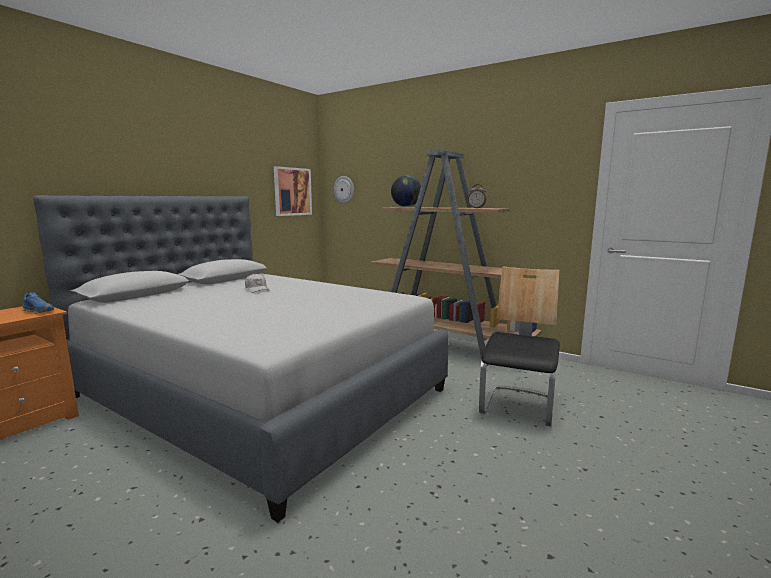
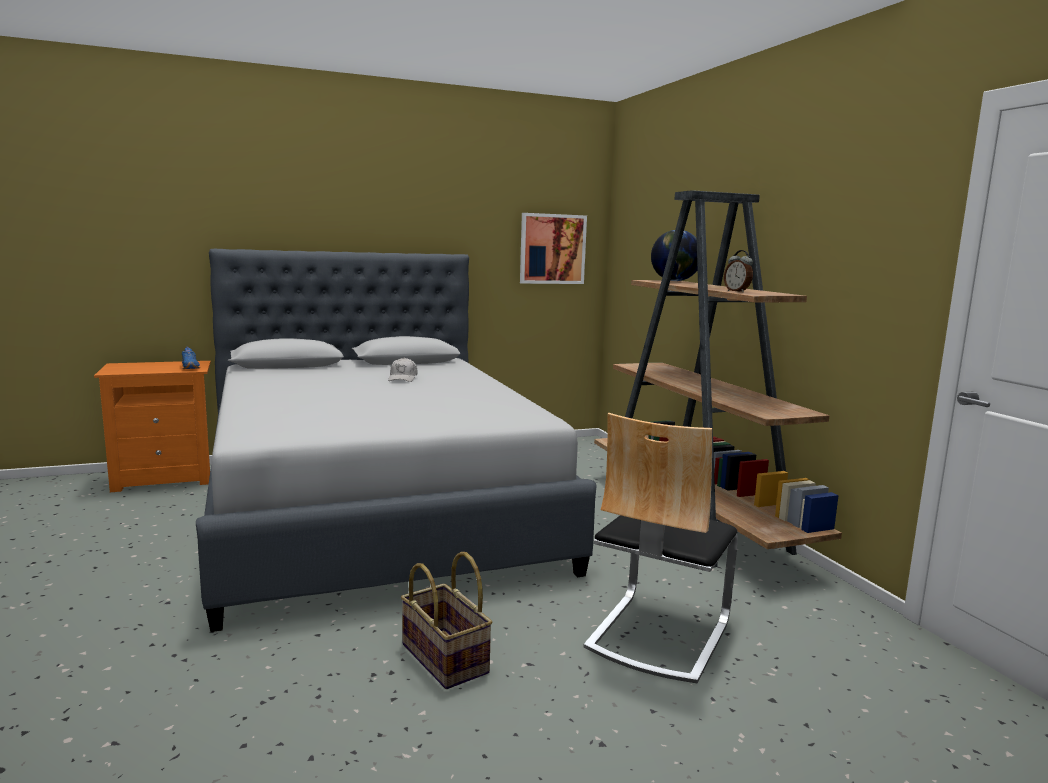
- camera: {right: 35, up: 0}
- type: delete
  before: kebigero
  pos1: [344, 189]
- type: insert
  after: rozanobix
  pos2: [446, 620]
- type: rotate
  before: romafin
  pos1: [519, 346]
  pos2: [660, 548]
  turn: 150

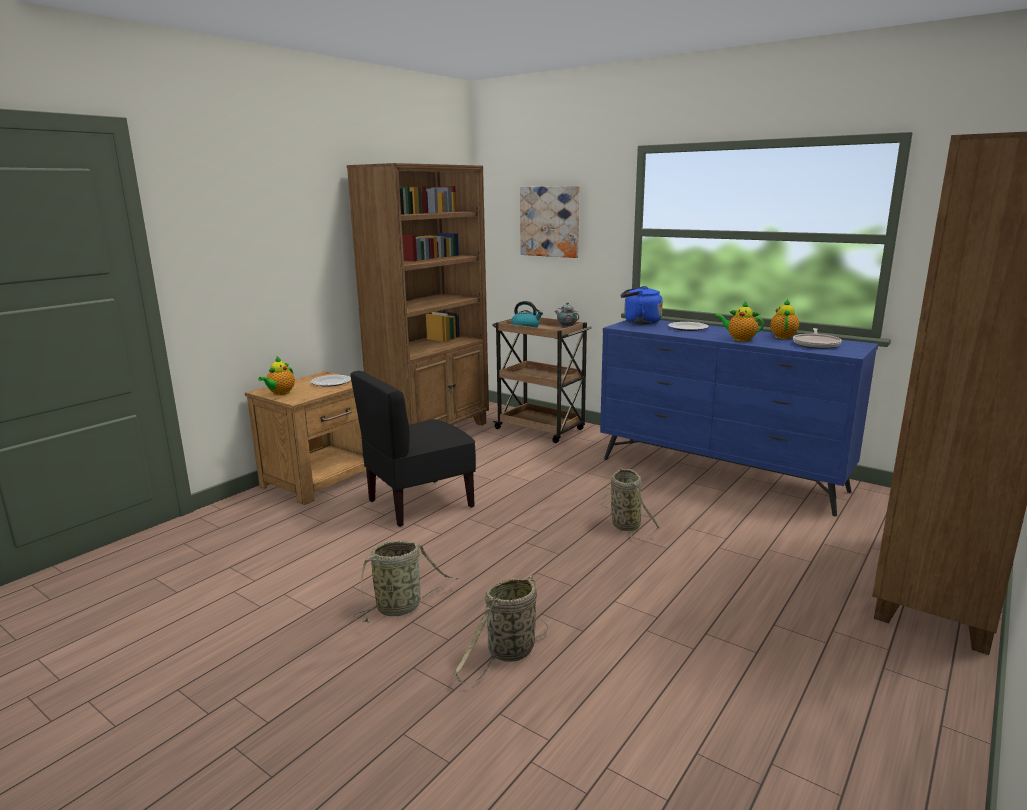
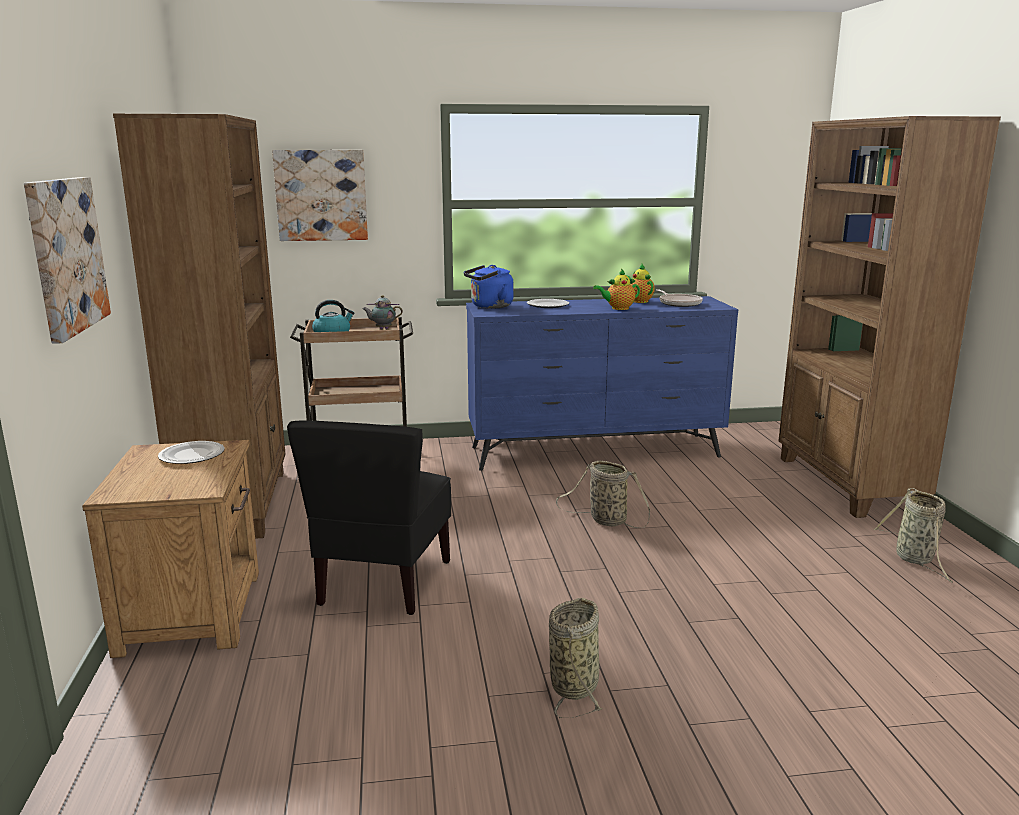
- camera: {right: -45, up: 0}
- type: delete
  before: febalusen
  pos1: [276, 375]
- type: insert
  after: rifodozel
  pos2: [67, 260]
- type: move
  before: rozanobix
  pos1: [500, 630]
  pos2: [914, 535]

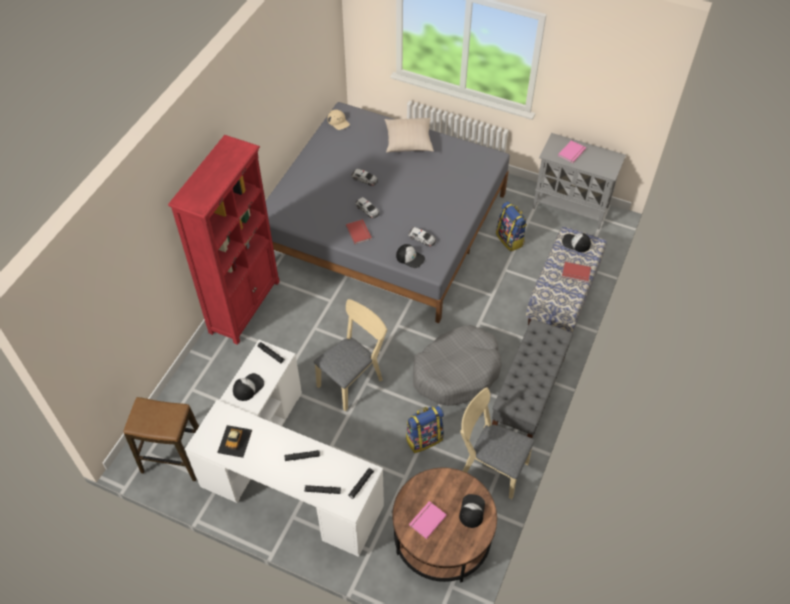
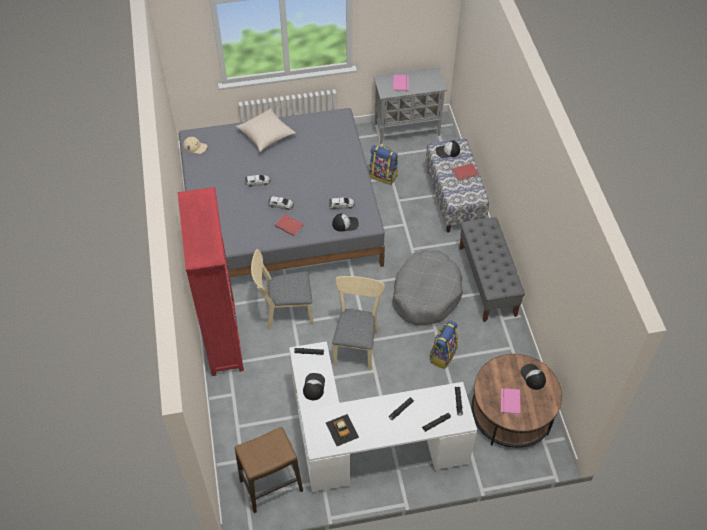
- camera: {right: -35, up: 0}
- type: move
  before: romafin (beige)
  pos1: [497, 443]
  pos2: [282, 289]

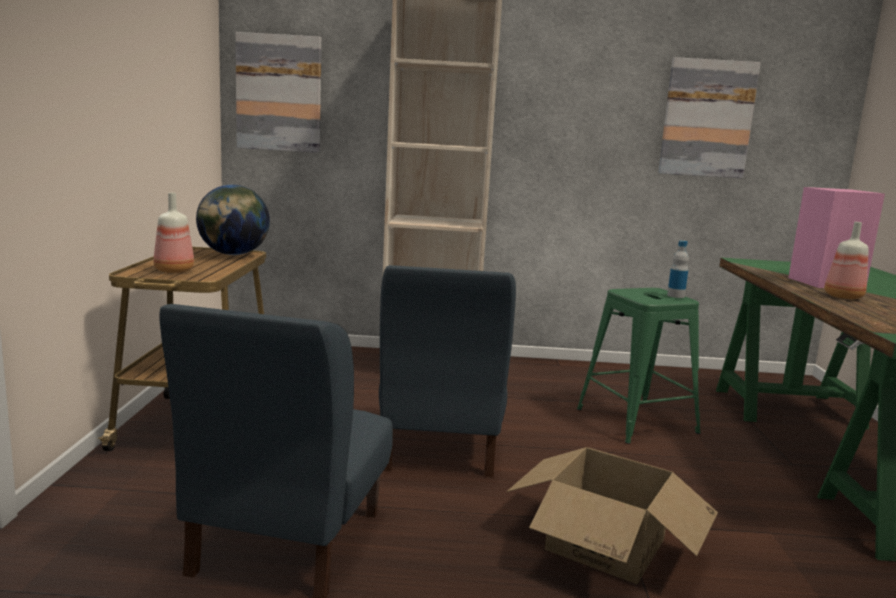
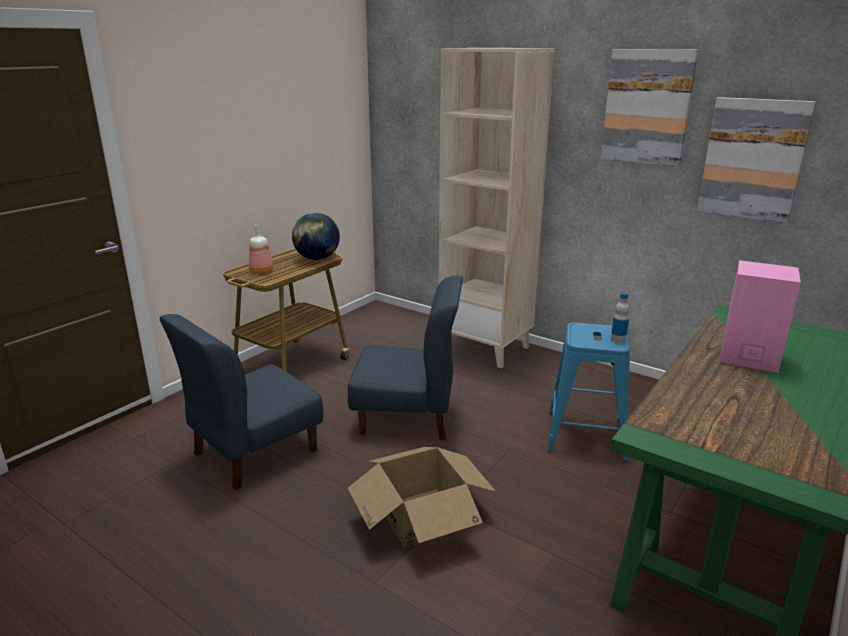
- camera: {right: 35, up: 10}
- type: delete
  before: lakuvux
  pos1: [846, 260]
- type: move
  before: rifodozel
  pos1: [278, 92]
  pos2: [649, 108]
- type: recolor
  before: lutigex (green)
  after: lutigex (blue)
  pos1: [639, 366]
  pos2: [588, 392]
- type: rotate
  before: romafin (blue)
  pos1: [447, 371]
  pos2: [405, 358]
  turn: -120

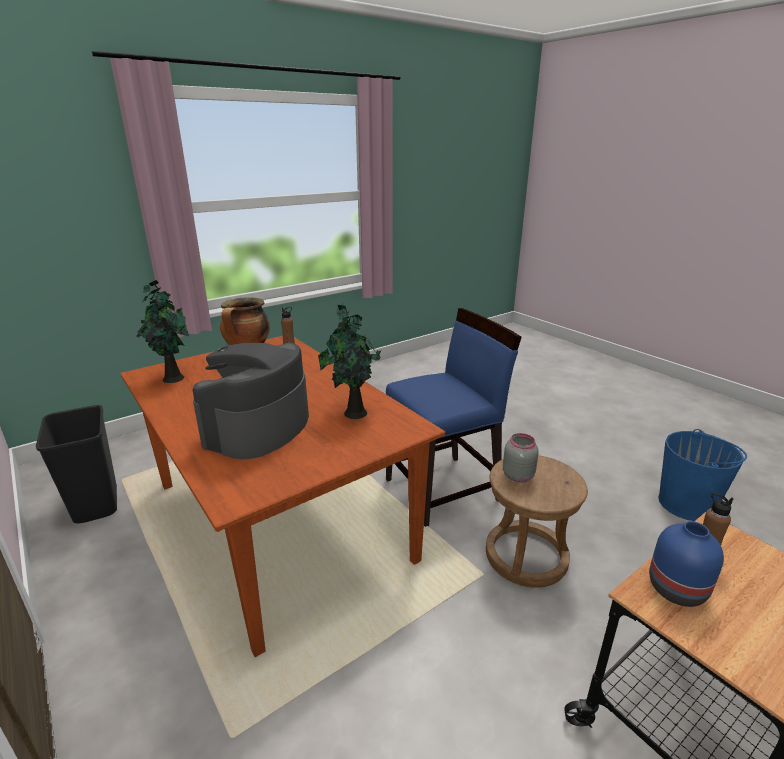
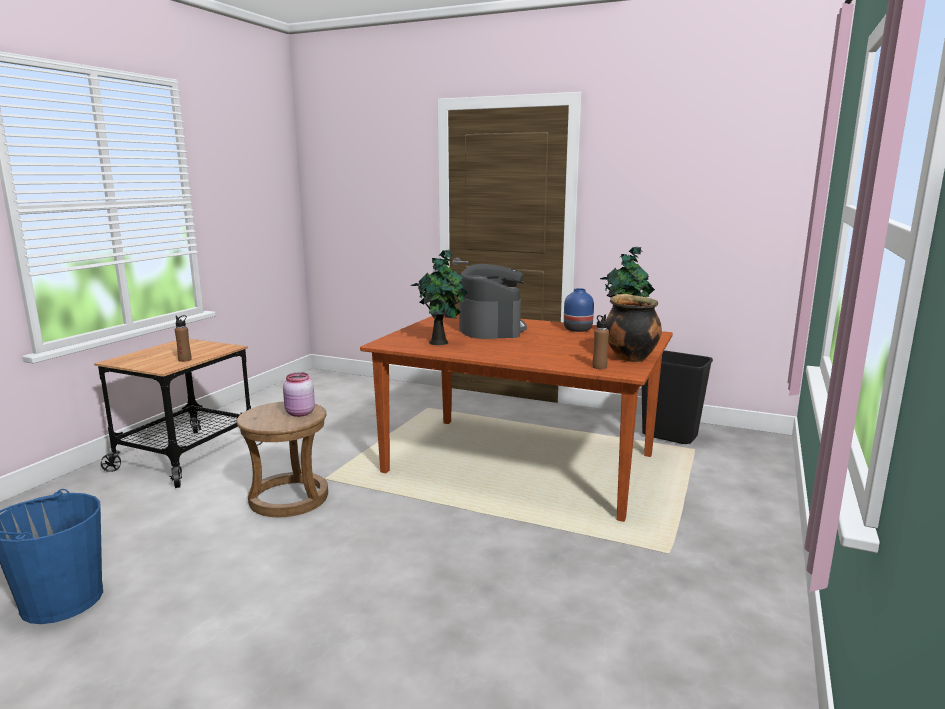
- camera: {right: 150, up: -10}
- type: delete
  before: romafin (blue)
  pos1: [453, 417]
- type: move
  before: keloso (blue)
  pos1: [686, 564]
  pos2: [579, 310]
- type: recolor
  before: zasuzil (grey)
  after: zasuzil (pink)
  pos1: [521, 457]
  pos2: [299, 394]

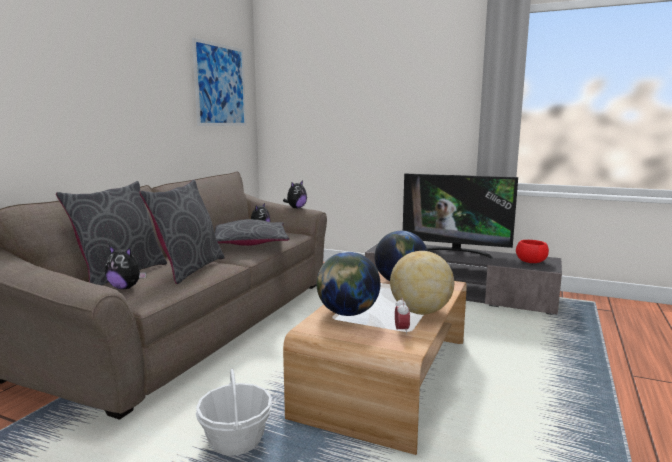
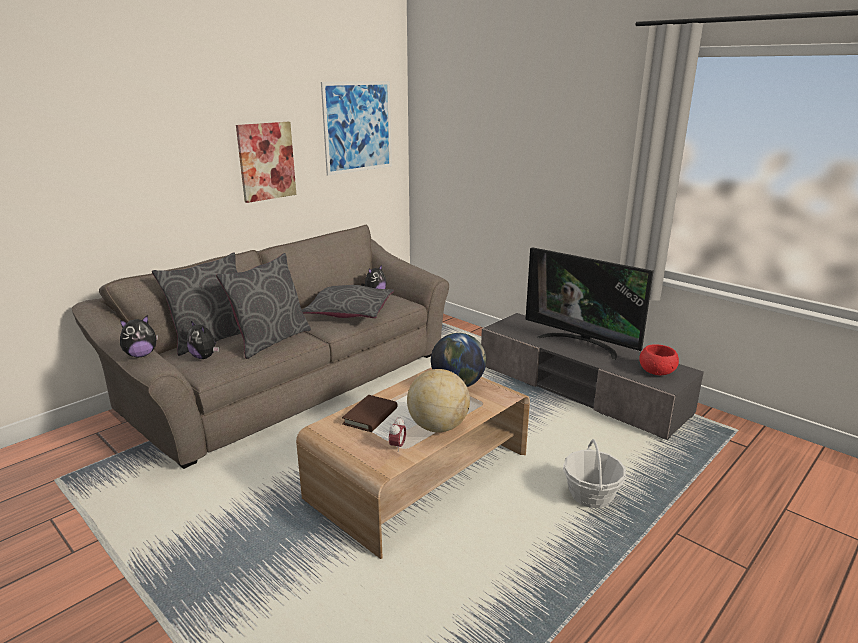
- camera: {right: 20, up: 10}
- type: insert
  after: rifodozel
  pos2: [266, 162]
- type: move
  before: rozanobix
  pos1: [234, 412]
  pos2: [594, 473]
- type: move
  before: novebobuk
  pos1: [295, 194]
  pos2: [139, 336]
- type: replace
  before: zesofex
  after: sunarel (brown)
  pos1: [348, 284]
  pos2: [370, 413]

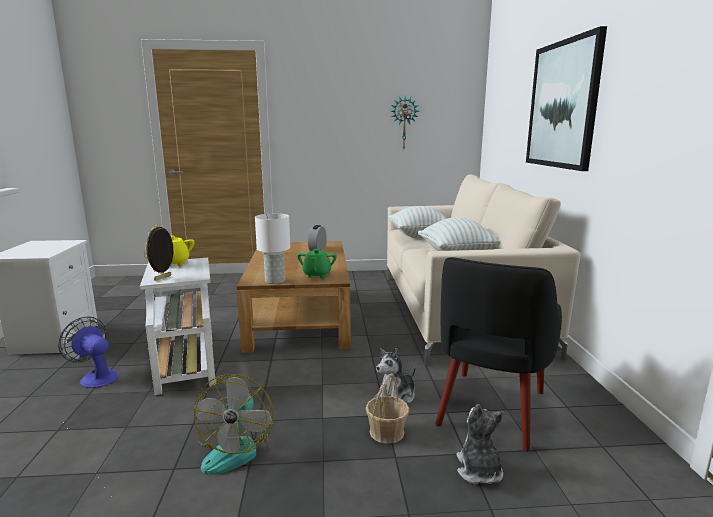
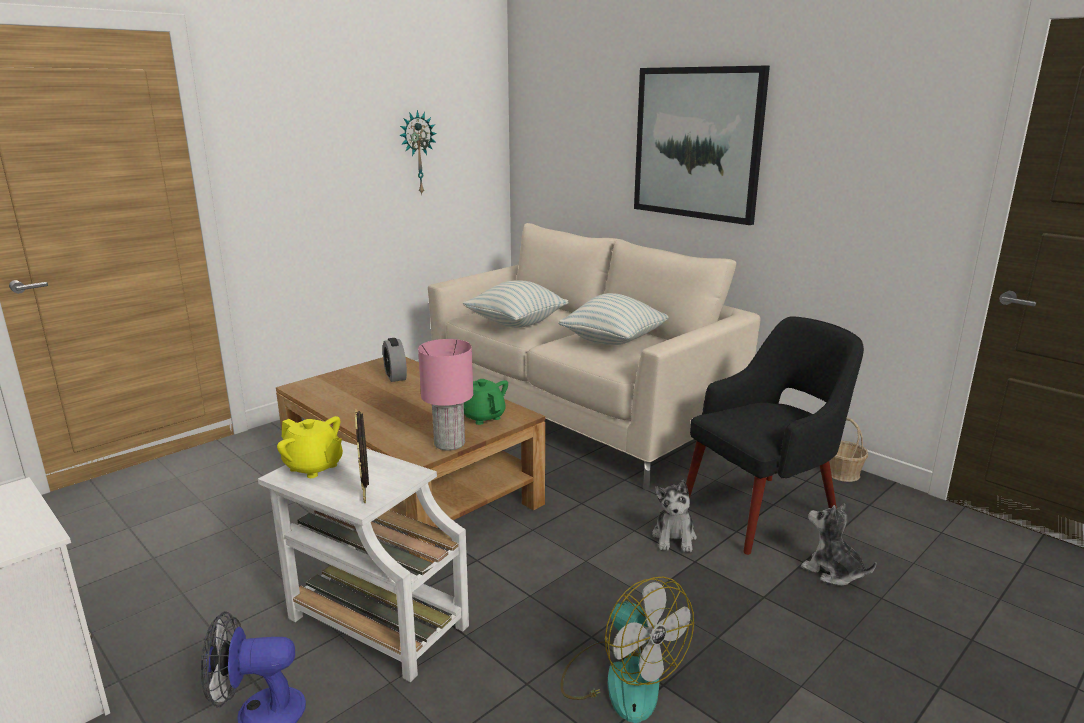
- camera: {right: -40, up: 5}
- type: move
  before: rozanobix
  pos1: [387, 408]
  pos2: [848, 450]
- type: recolor
  before: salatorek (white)
  after: salatorek (pink)
  pos1: [272, 248]
  pos2: [445, 394]
- type: rotate
  before: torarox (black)
  pos1: [498, 354]
  pos2: [775, 435]
  turn: -105

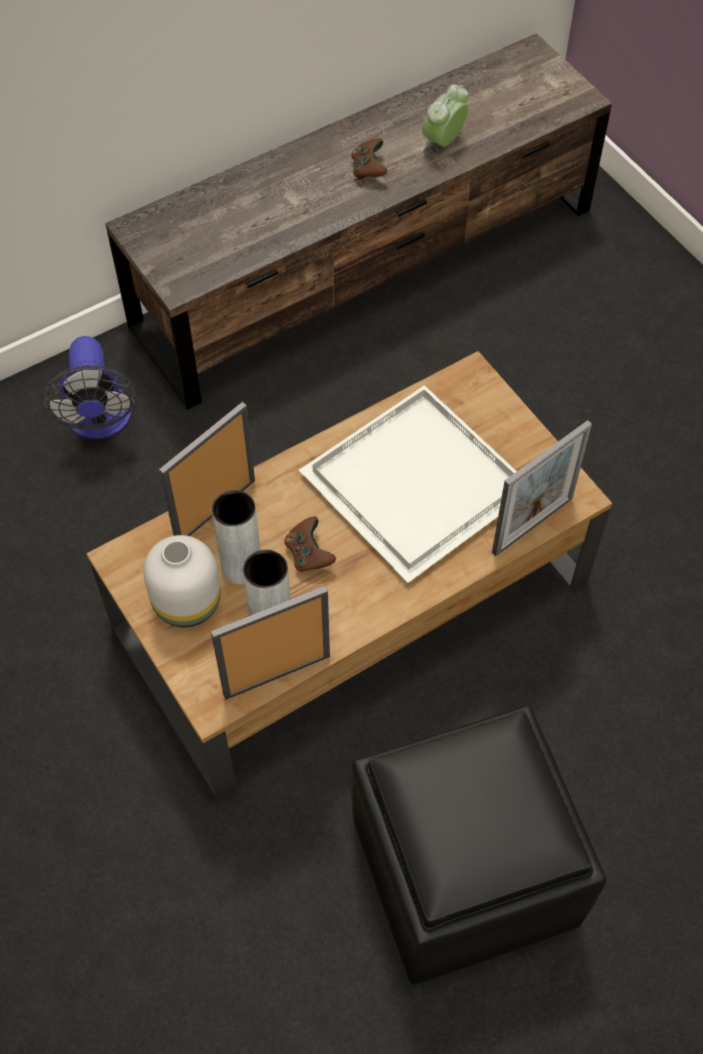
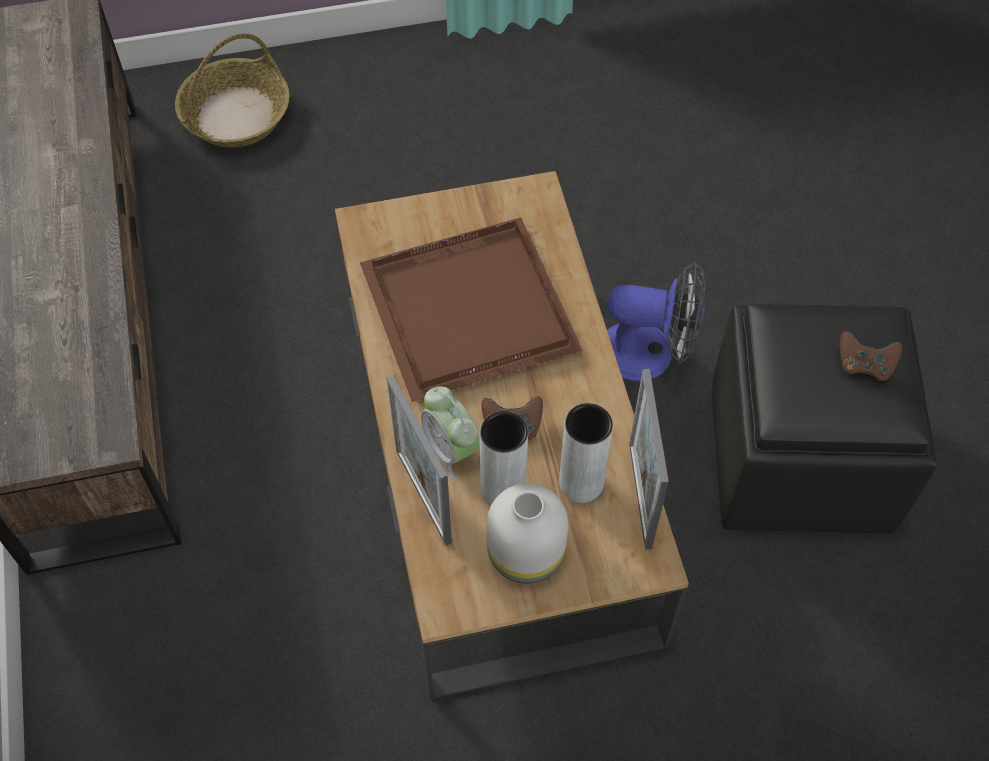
- camera: {right: -70, up: 0}
- type: delete
  before: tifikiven
  pos1: [542, 488]
- type: insert
  after: rozanobix
  pos2: [232, 90]
- type: move
  before: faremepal
  pos1: [89, 387]
  pos2: [656, 321]
- type: move
  before: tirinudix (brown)
  pos1: [369, 159]
  pos2: [871, 356]
- type: move
  before: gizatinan
  pos1: [444, 118]
  pos2: [450, 432]
- type: recolor
  before: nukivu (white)
  after: nukivu (brown)
  pos1: [408, 484]
  pos2: [471, 309]

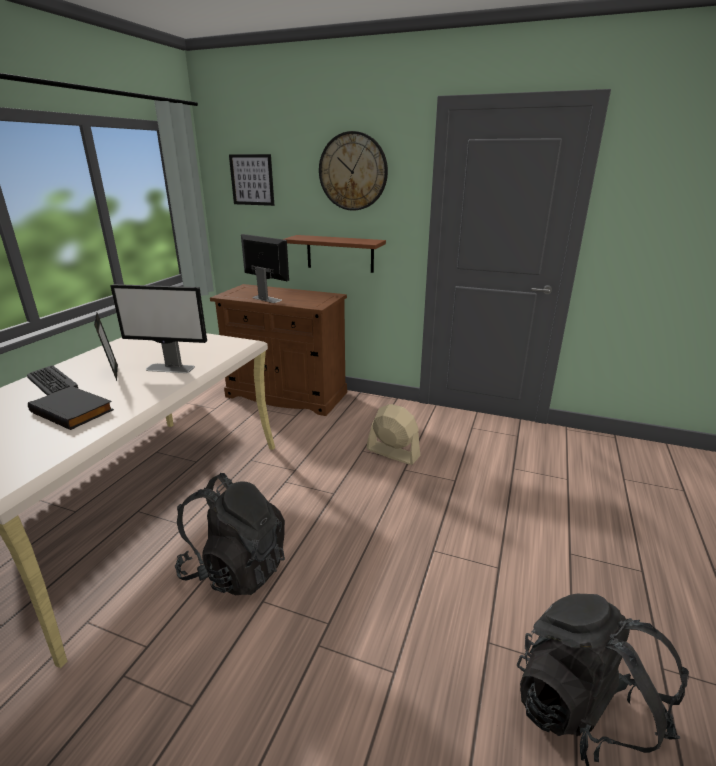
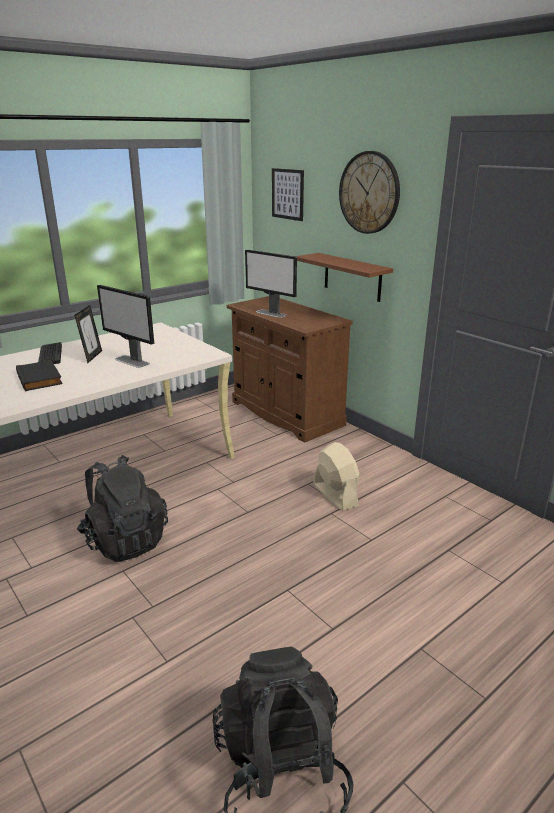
- camera: {right: 30, up: 0}
- type: rotate
  before: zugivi
  pos1: [265, 268]
  pos2: [271, 284]
  turn: 150

